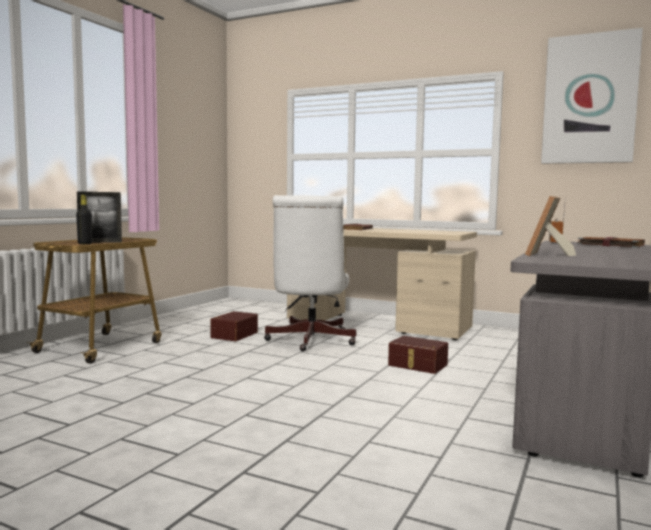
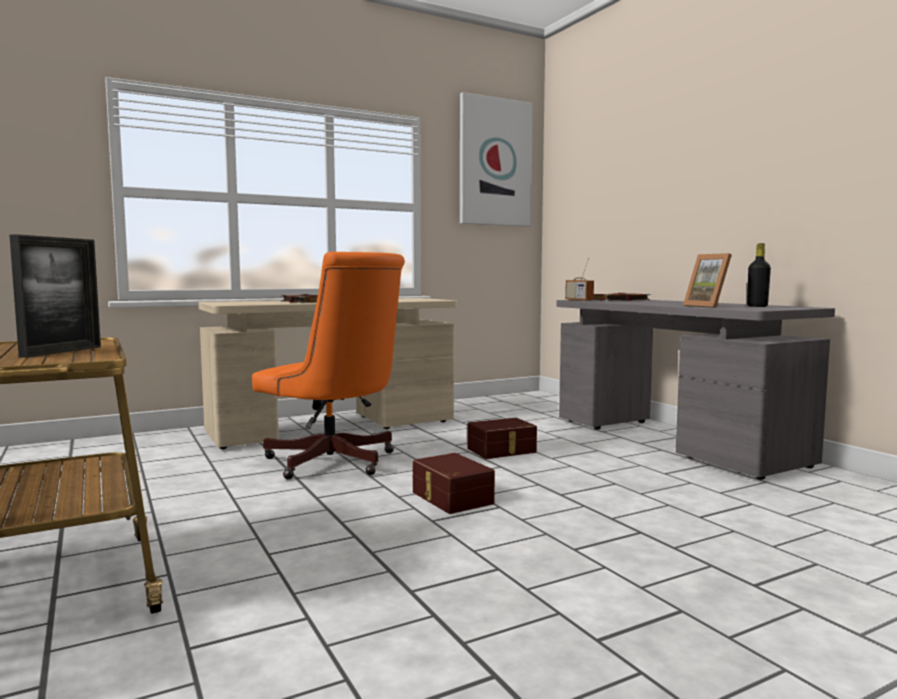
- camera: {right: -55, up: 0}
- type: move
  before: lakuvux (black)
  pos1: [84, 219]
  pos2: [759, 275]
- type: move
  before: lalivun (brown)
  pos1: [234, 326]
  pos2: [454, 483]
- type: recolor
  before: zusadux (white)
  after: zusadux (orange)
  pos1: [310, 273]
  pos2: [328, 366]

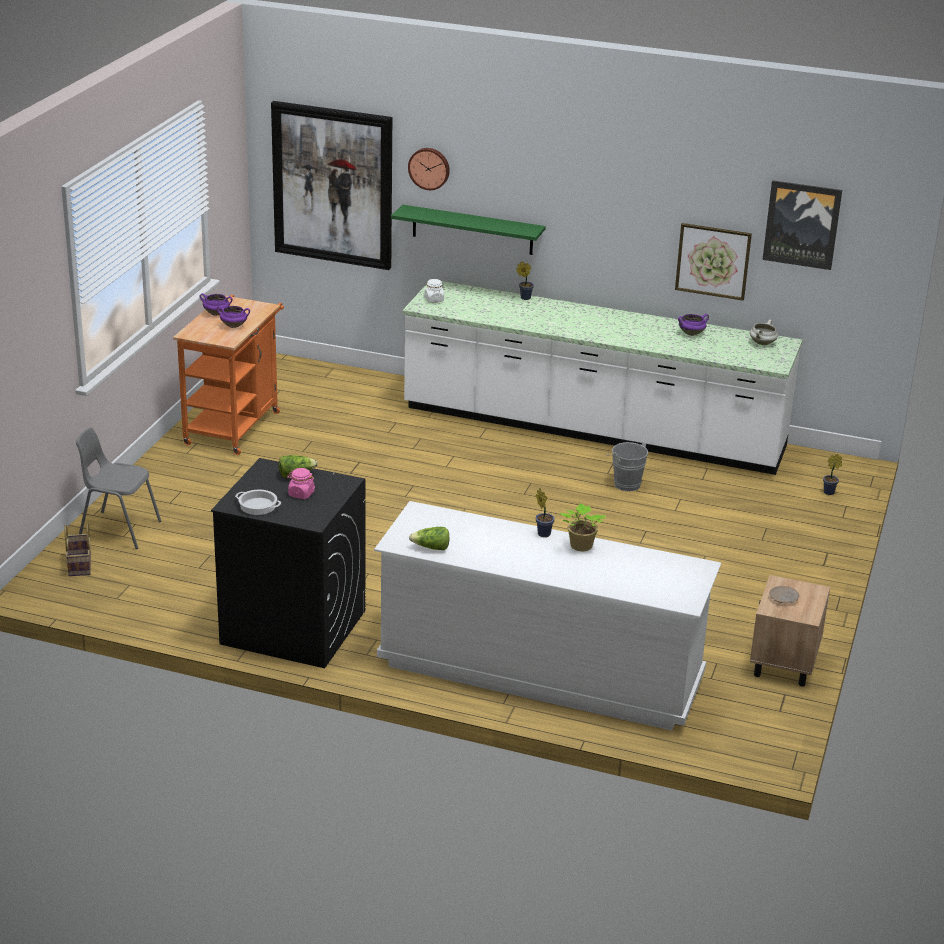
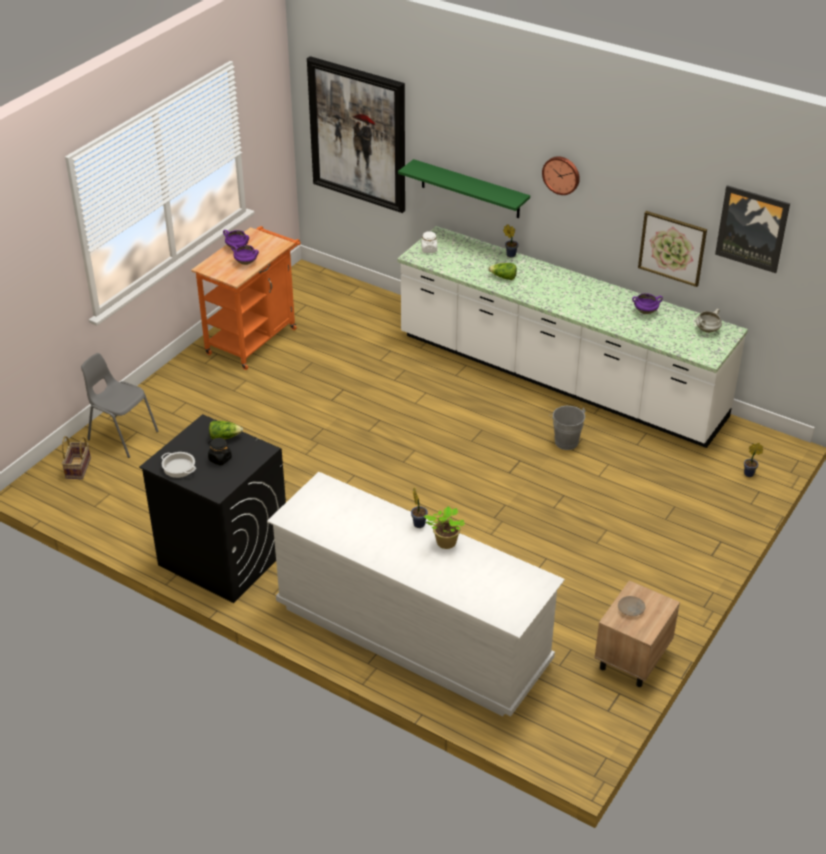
- camera: {right: 15, up: 10}
- type: move
  before: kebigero
  pos1: [429, 169]
  pos2: [561, 175]
- type: move
  before: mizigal
  pos1: [429, 538]
  pos2: [502, 271]
- type: recolor
  before: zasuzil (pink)
  after: zasuzil (black)
  pos1: [301, 483]
  pos2: [220, 452]

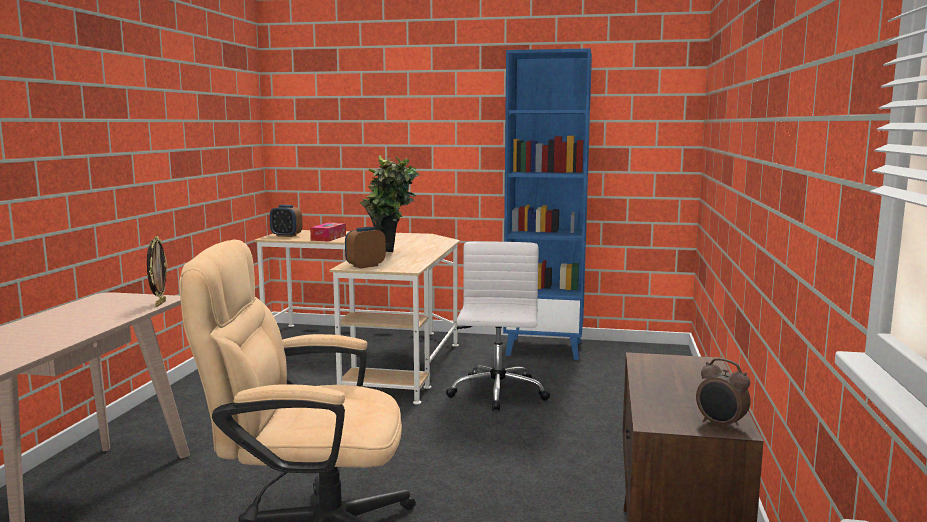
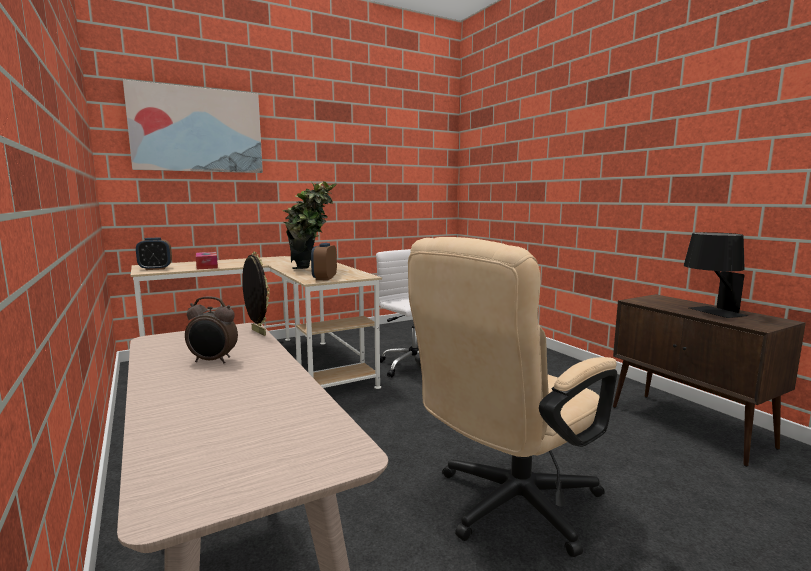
- camera: {right: -40, up: 0}
- type: delete
  before: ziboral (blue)
  pos1: [547, 204]
- type: insert
  after: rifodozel
  pos2: [193, 126]
- type: insert
  after: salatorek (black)
  pos2: [715, 275]
- type: move
  before: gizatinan
  pos1: [723, 394]
  pos2: [211, 330]

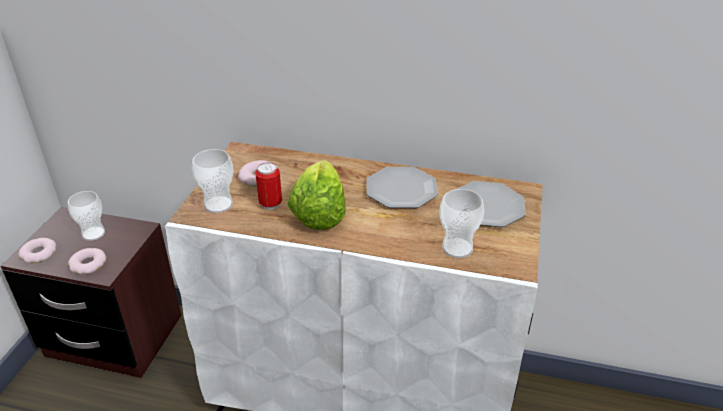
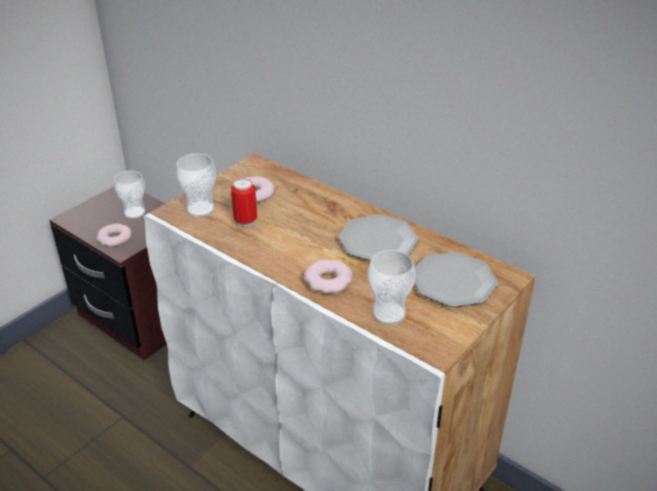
- camera: {right: 25, up: 0}
- type: delete
  before: mizigal
  pos1: [316, 195]
- type: move
  before: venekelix
  pos1: [37, 250]
  pos2: [328, 276]

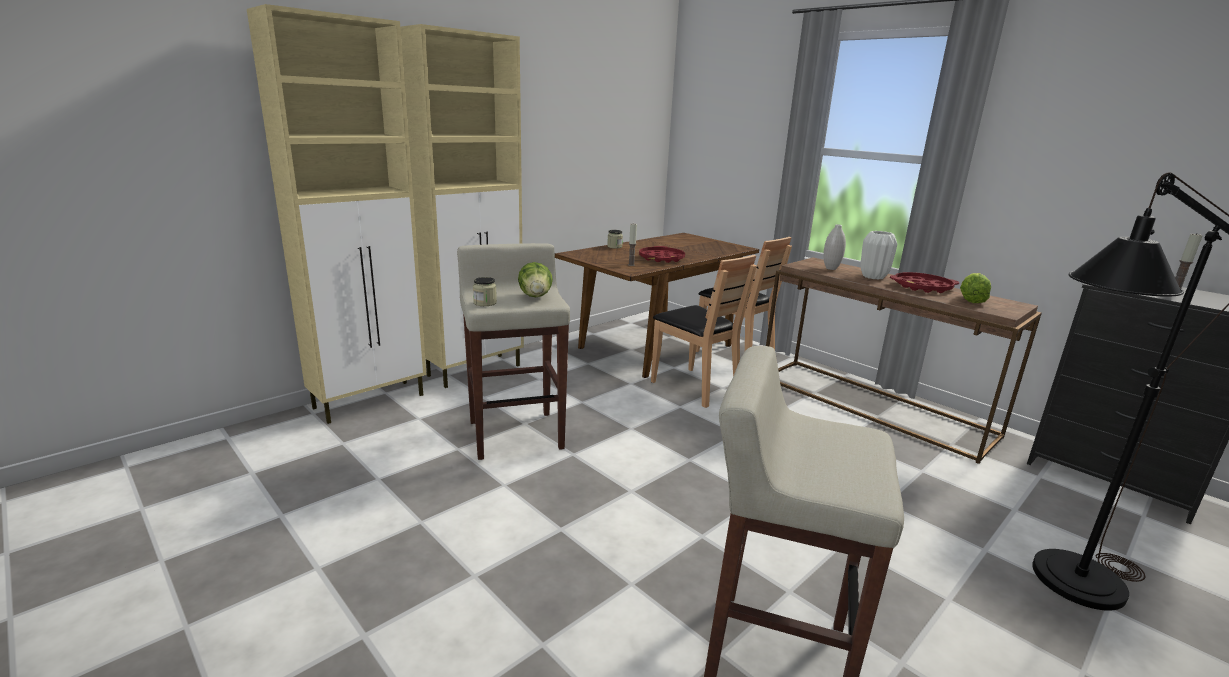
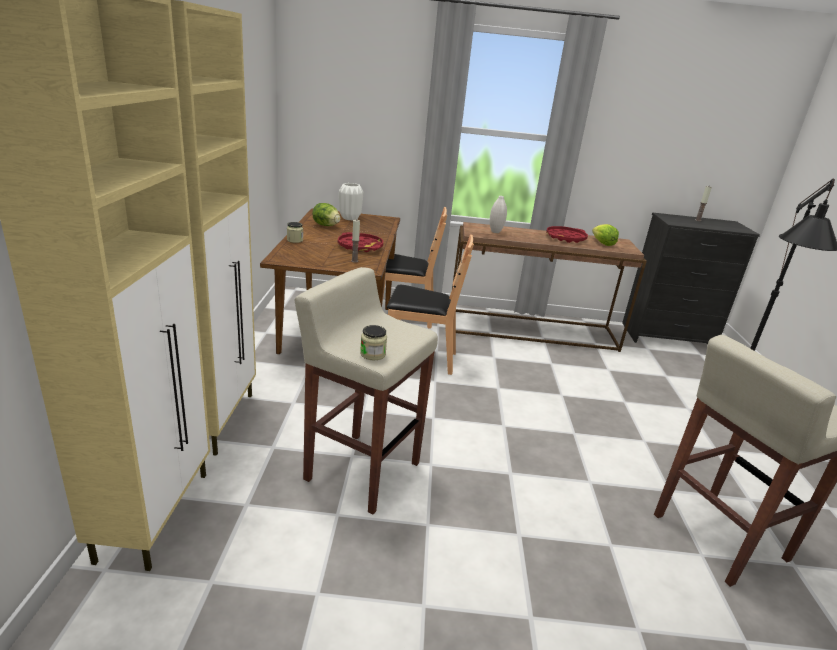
- camera: {right: -45, up: 5}
- type: move
  before: mizigal
  pos1: [535, 279]
  pos2: [326, 214]
- type: move
  before: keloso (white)
  pos1: [878, 255]
  pos2: [351, 201]

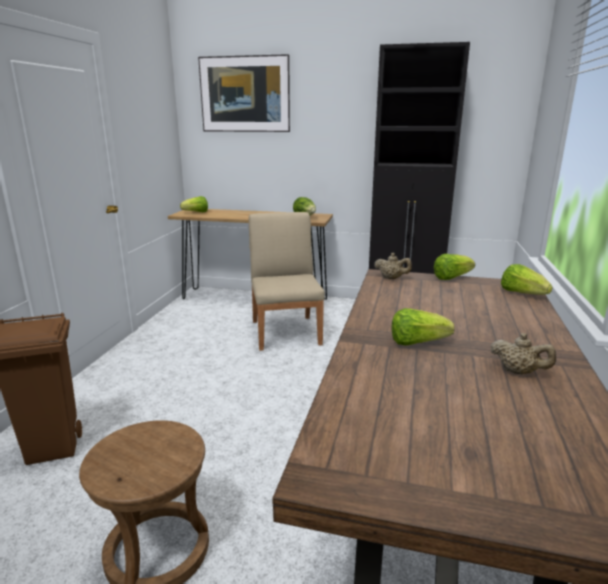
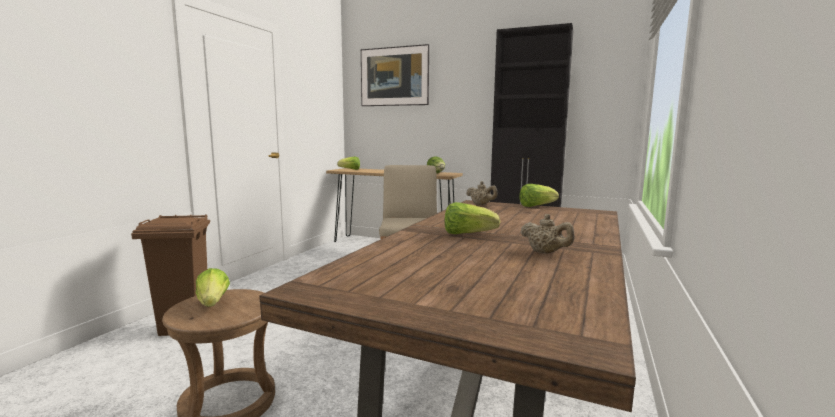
- camera: {right: 10, up: -10}
- type: move
  before: mizigal
  pos1: [527, 279]
  pos2: [213, 287]

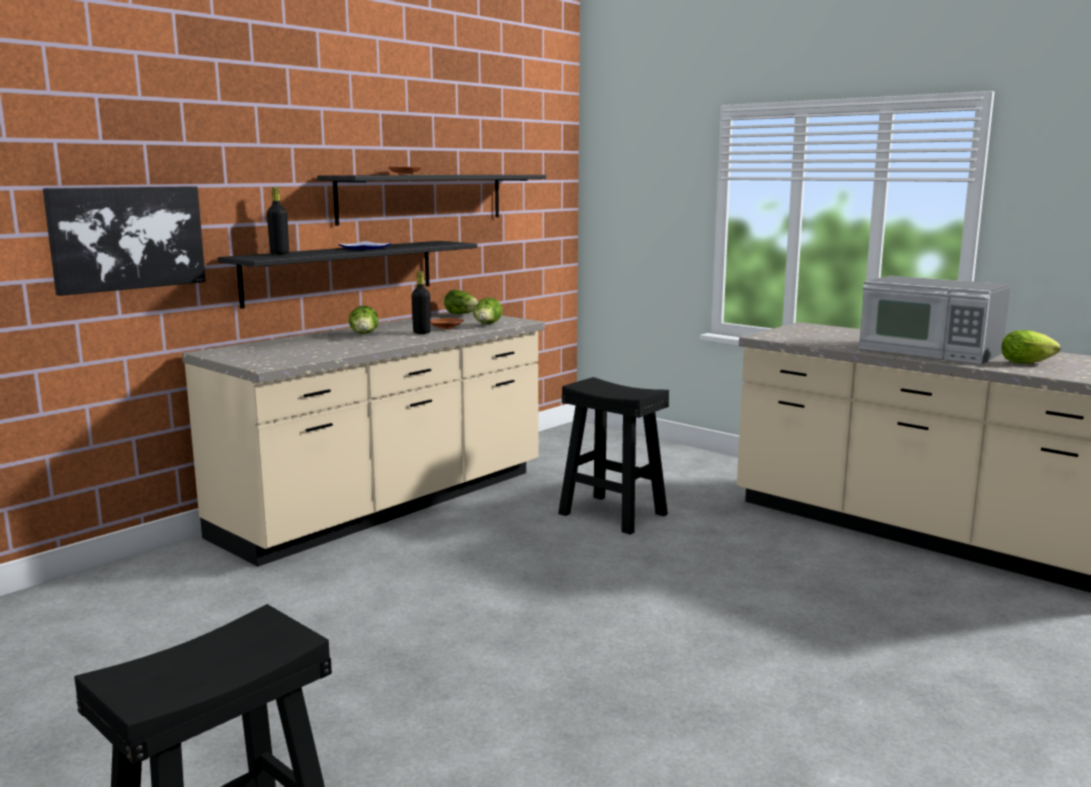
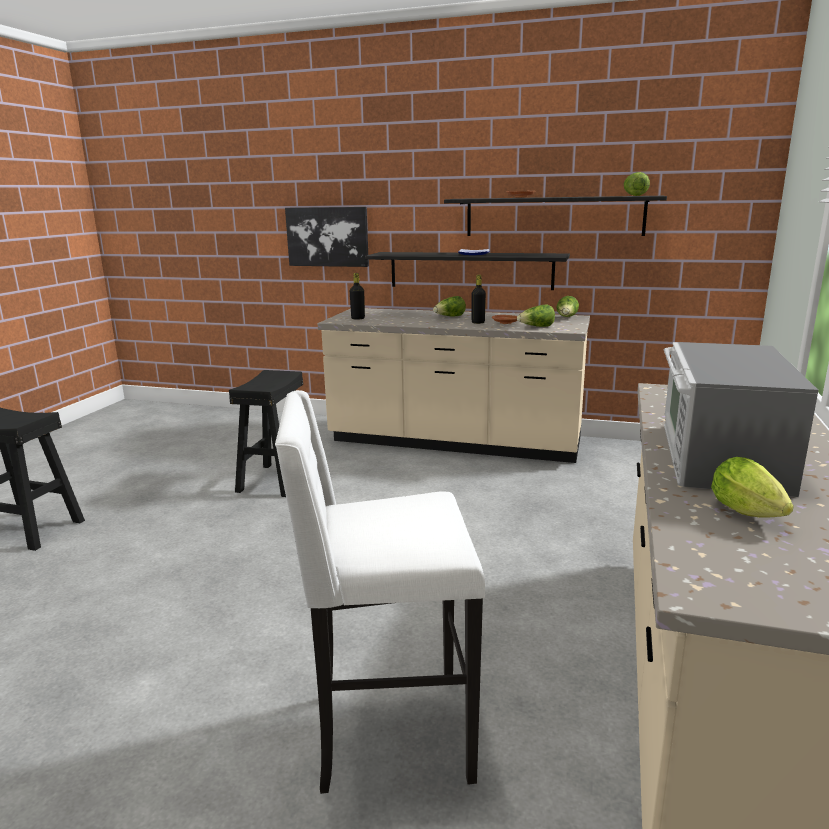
- camera: {right: 65, up: 5}
- type: insert
  after: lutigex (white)
  pos2: [380, 592]
- type: insert
  after: mizigal
  pos2: [637, 184]
- type: move
  before: lakuvux (black)
  pos1: [278, 221]
  pos2: [357, 296]
- type: move
  before: lutigex (black)
  pos1: [613, 456]
  pos2: [266, 433]

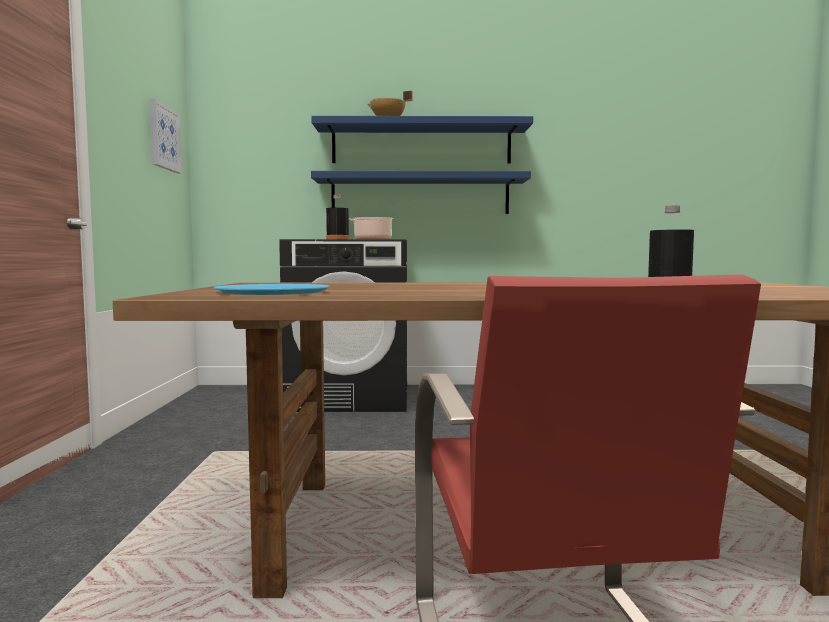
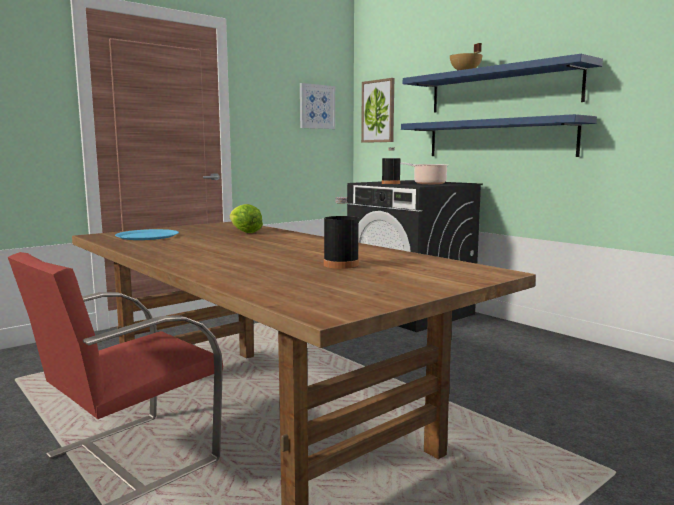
- camera: {right: 50, up: 5}
- type: insert
  after: mizigal
  pos2: [246, 218]
- type: insert
  after: rifodozel
  pos2: [377, 110]

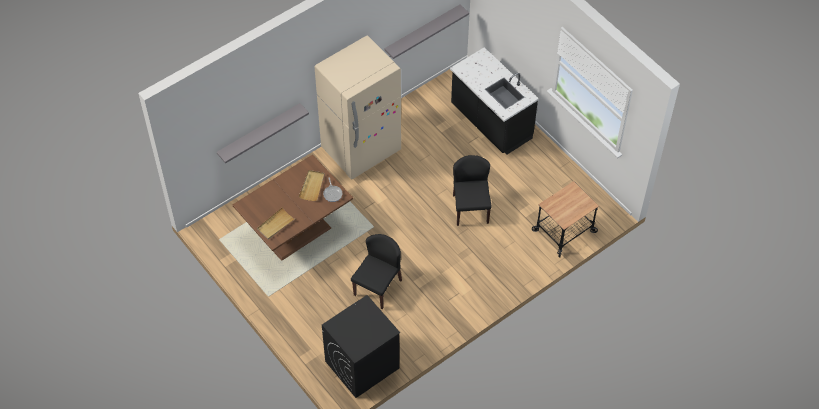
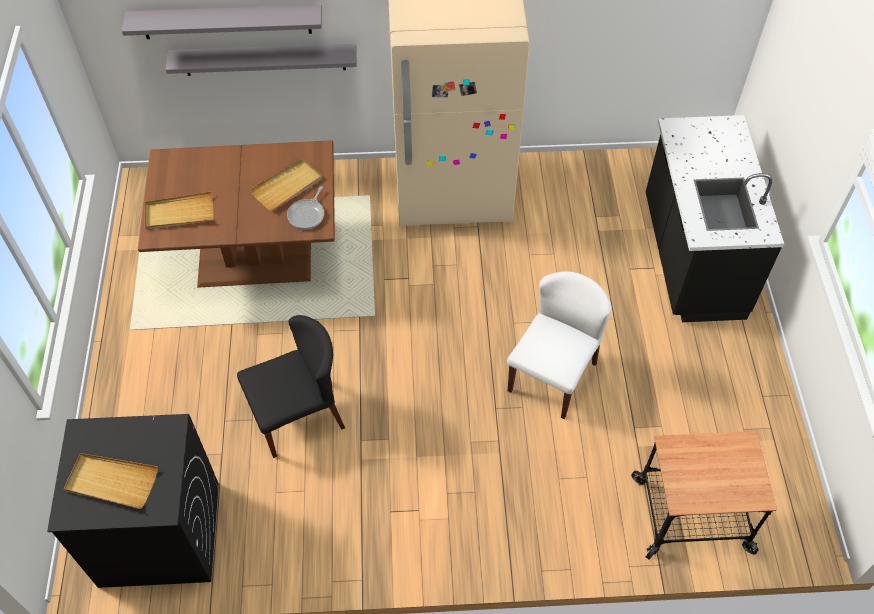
- camera: {right: 35, up: 0}
- type: insert
  after: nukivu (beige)
  pos2: [111, 481]
- type: move
  before: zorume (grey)
  pos1: [426, 31]
  pos2: [222, 22]
- type: recolor
  before: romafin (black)
  after: romafin (white)
  pos1: [472, 190]
  pos2: [559, 345]

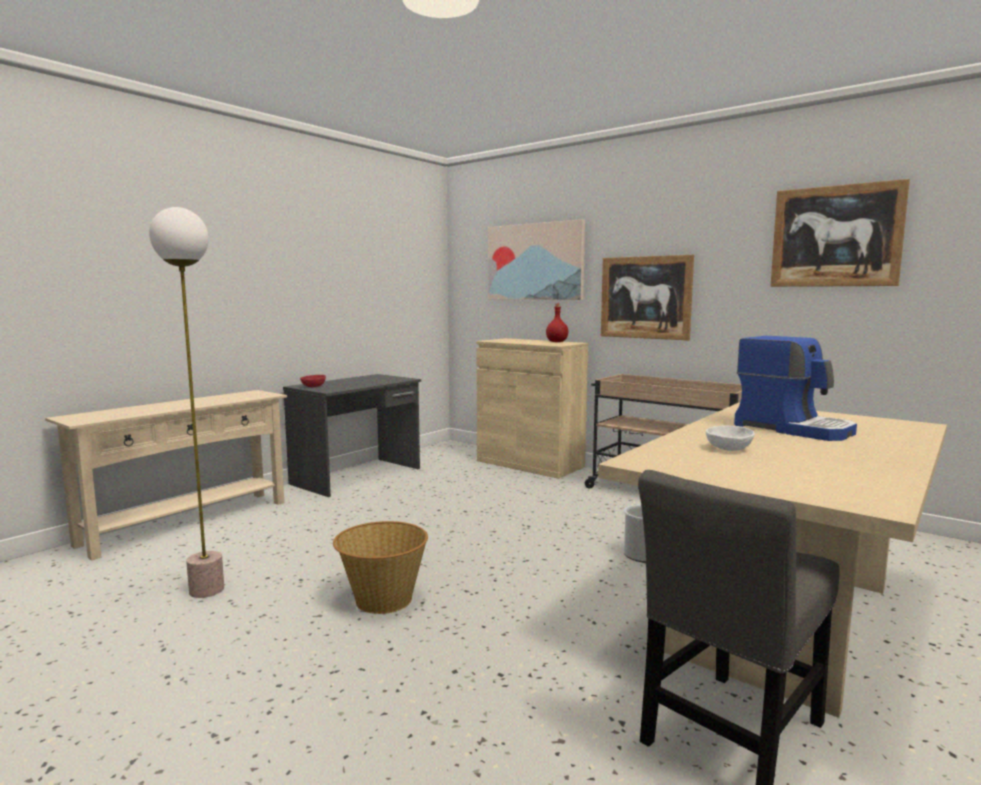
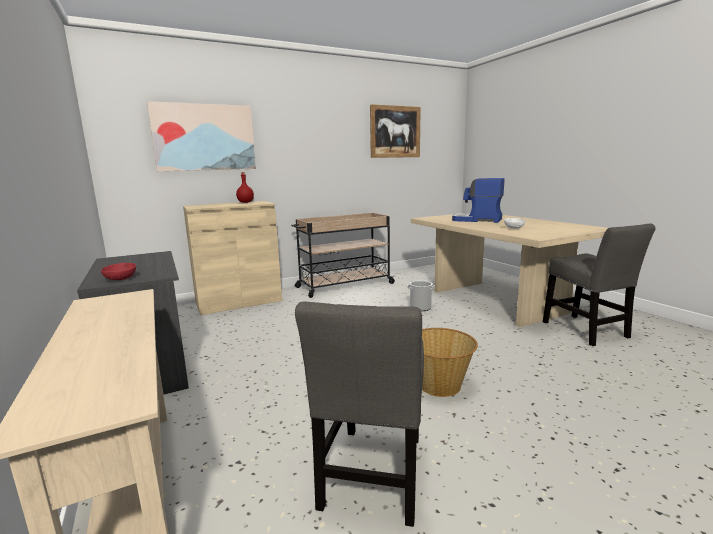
- camera: {right: -65, up: 5}
- type: delete
  before: rifodozel
  pos1: [647, 298]
- type: replace
  before: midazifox
  after: romafin (grey)
  pos1: [186, 402]
  pos2: [359, 414]
- type: rotate
  before: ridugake
  pos1: [795, 388]
  pos2: [478, 200]
  turn: -135

